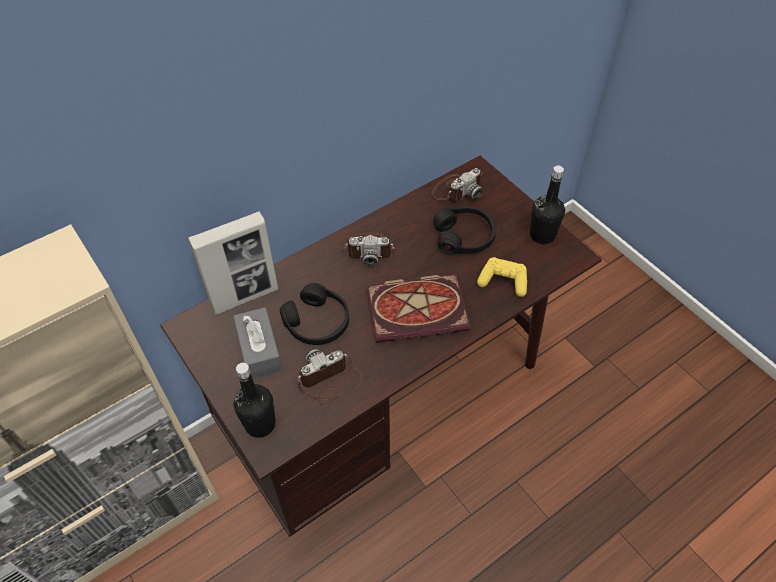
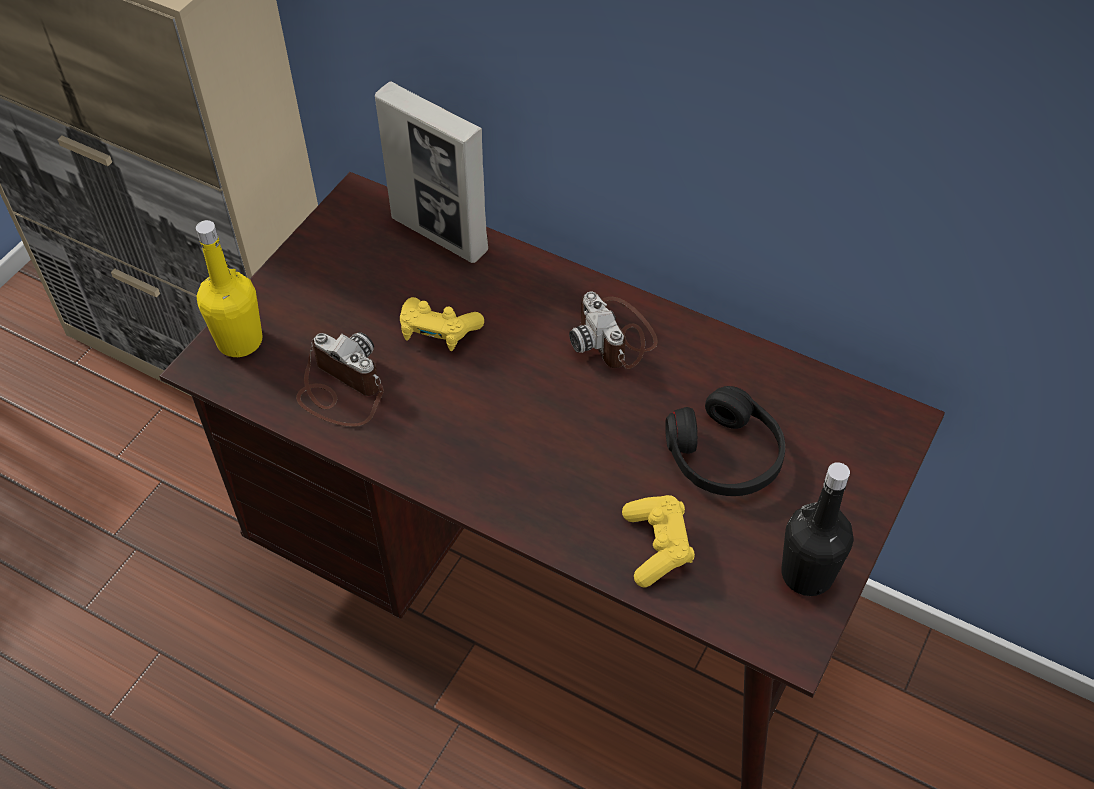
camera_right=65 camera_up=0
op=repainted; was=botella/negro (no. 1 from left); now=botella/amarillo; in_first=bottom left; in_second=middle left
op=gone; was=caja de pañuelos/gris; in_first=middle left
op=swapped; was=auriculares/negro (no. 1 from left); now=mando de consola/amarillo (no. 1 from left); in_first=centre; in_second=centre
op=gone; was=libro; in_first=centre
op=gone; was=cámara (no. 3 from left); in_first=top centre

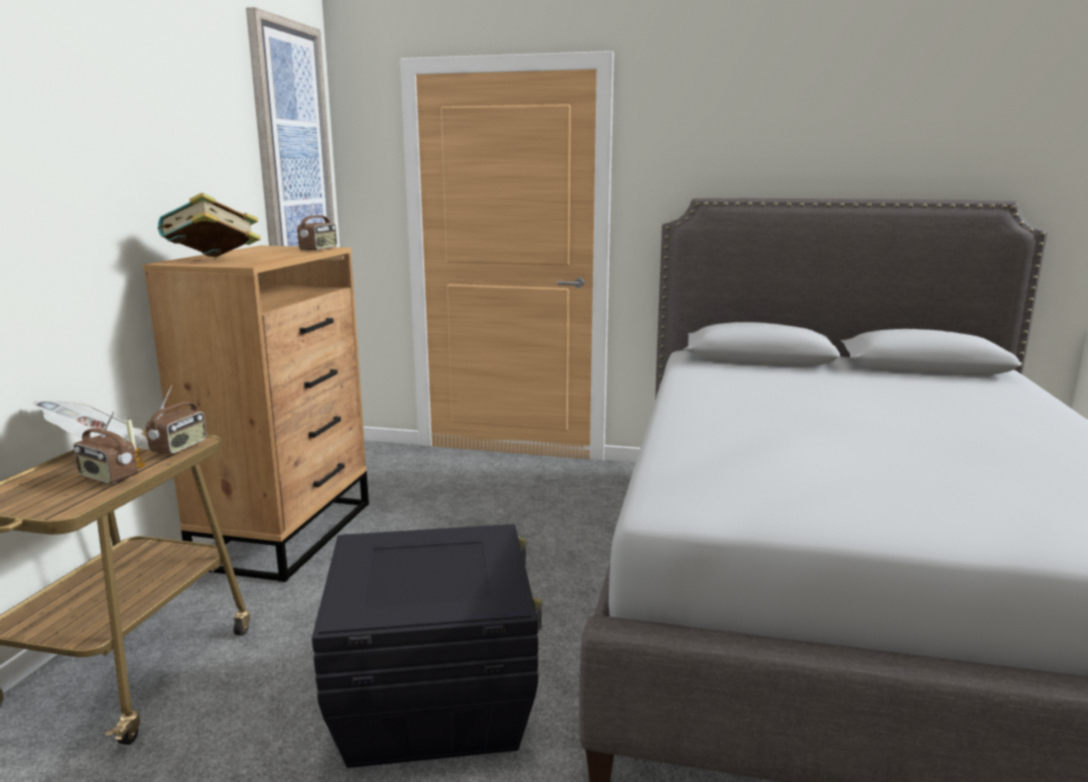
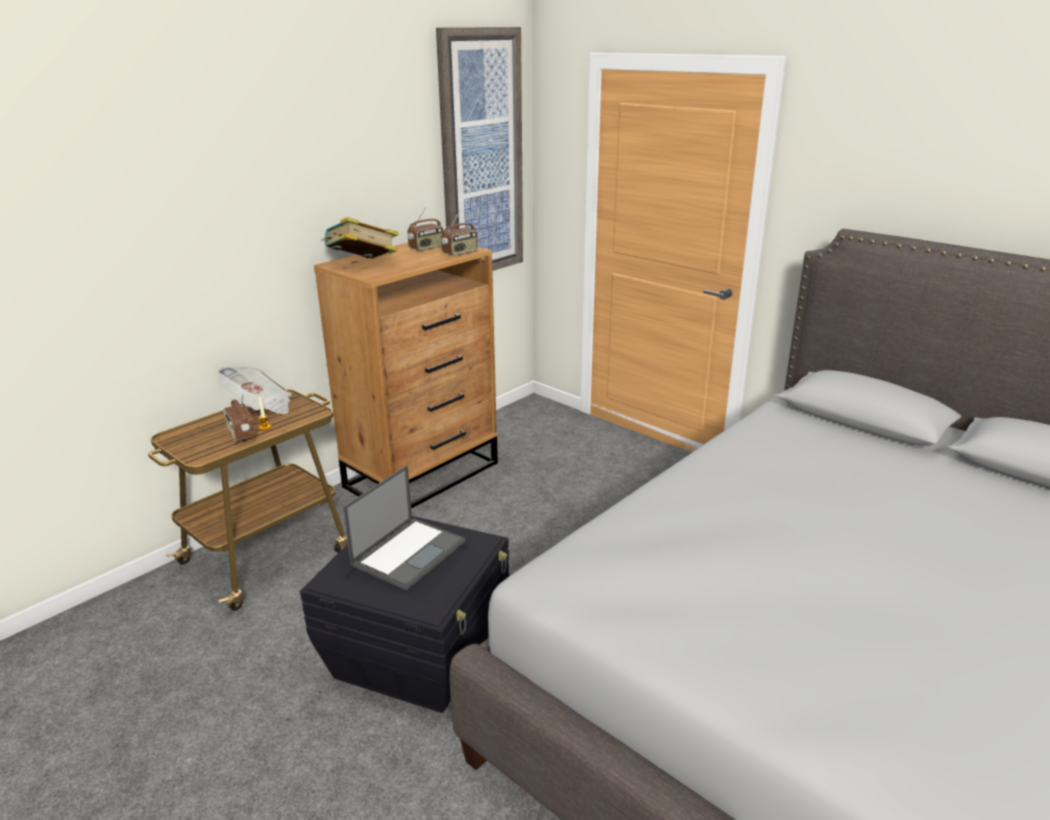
camera_right=30 camera_up=10
op=shifted; was=radio (no. 2 from left); in_first=middle left; in_second=top centre
op=new; now=portátil; in_second=centre

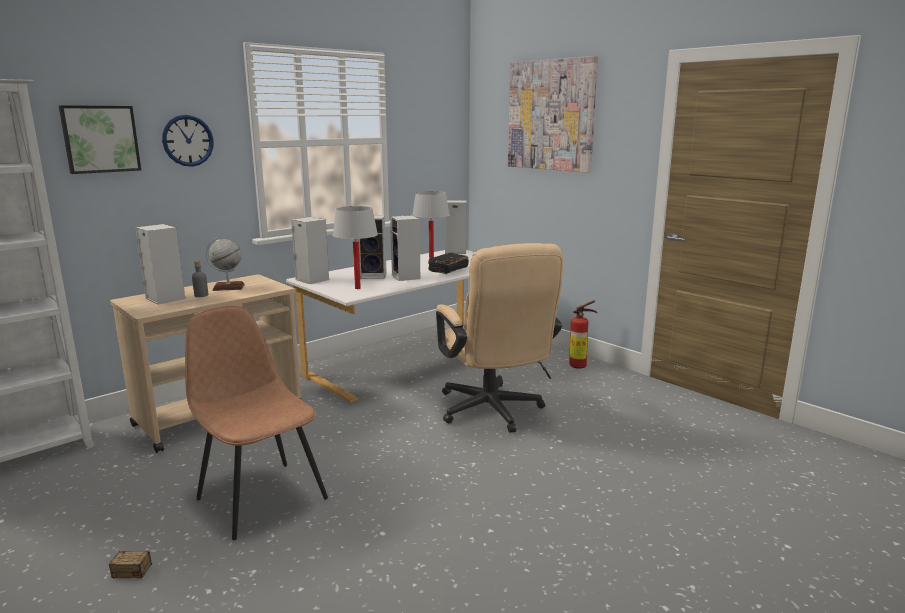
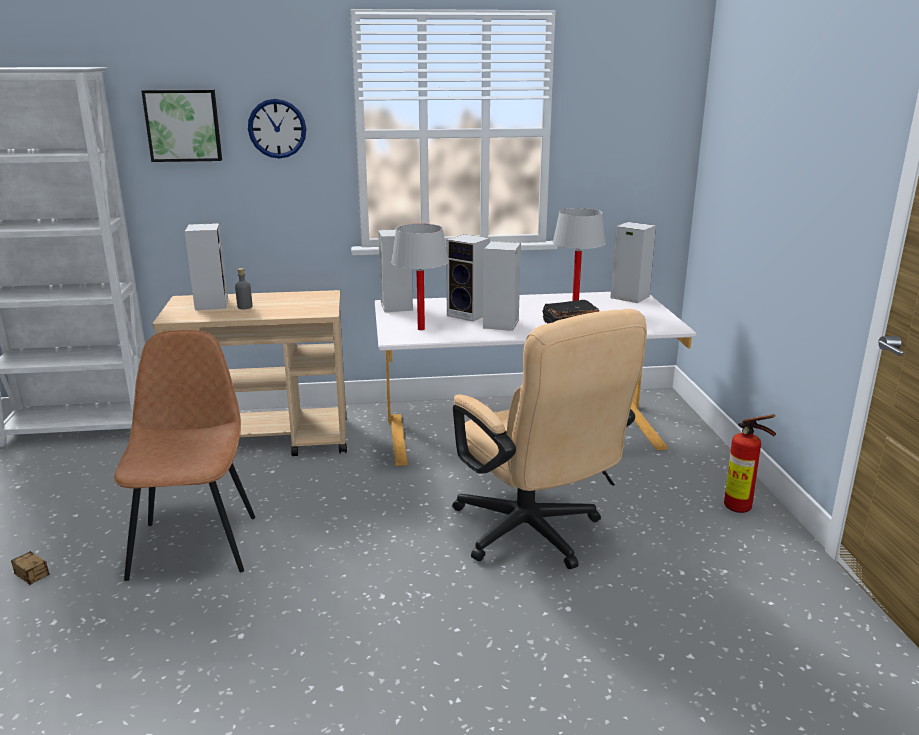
camera_right=35 camera_up=5
op=gone; was=globo terráqueo; in_first=middle left
op=rotated; was=silla de oficina/beis; in_first=centre; in_second=centre; clockwise=-45
op=gone; was=cuadro (no. 2 from left); in_first=top centre

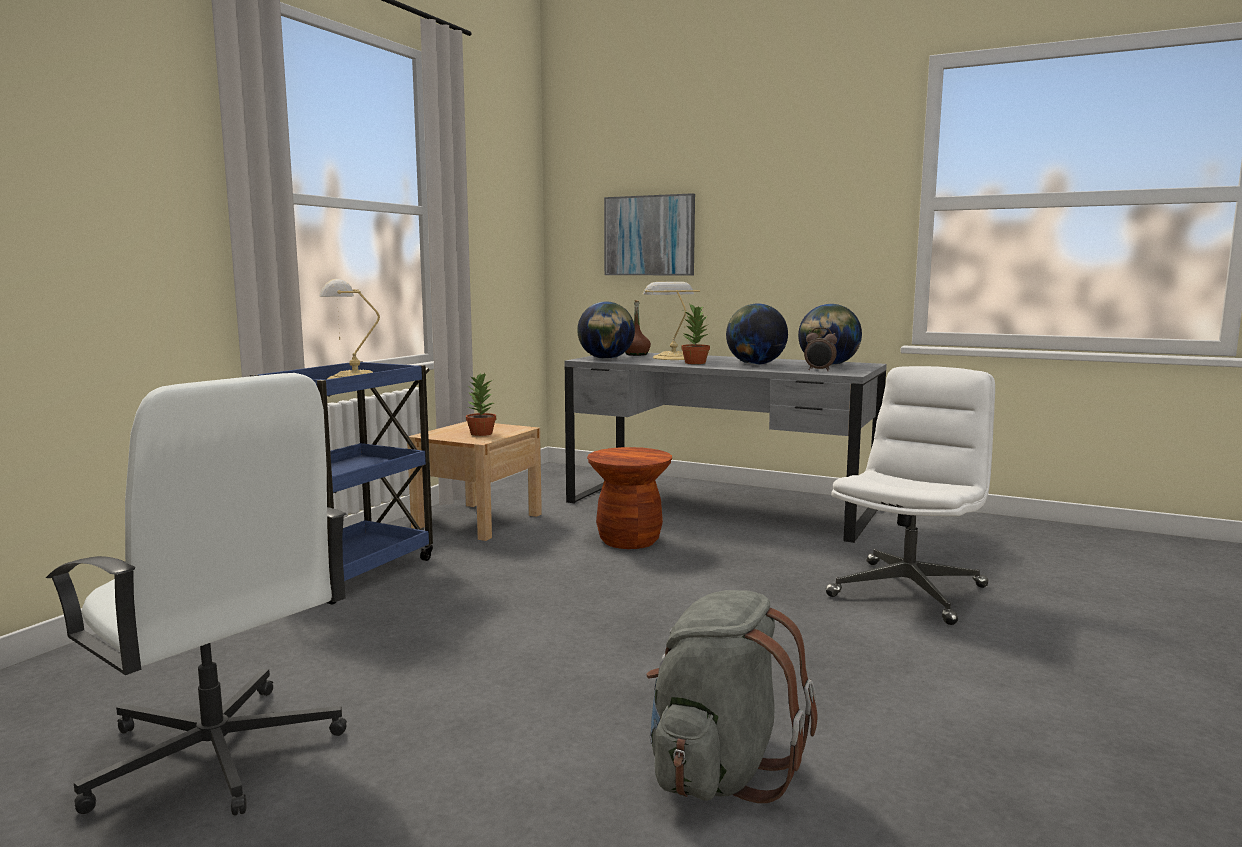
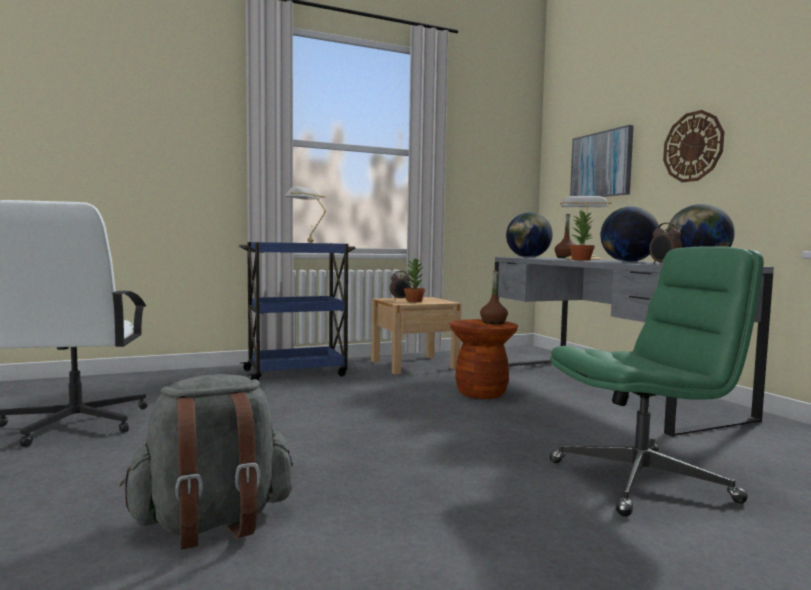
camera_right=40 camera_up=-5
op=repainted; was=silla de oficina/blanco (no. 2 from left); now=silla de oficina/verde; in_first=middle right; in_second=middle right
op=new; now=despertador (no. 1 from left); in_second=centre
op=new; now=botella/marrón (no. 1 from left); in_second=centre
op=new; now=reloj de pared; in_second=top right

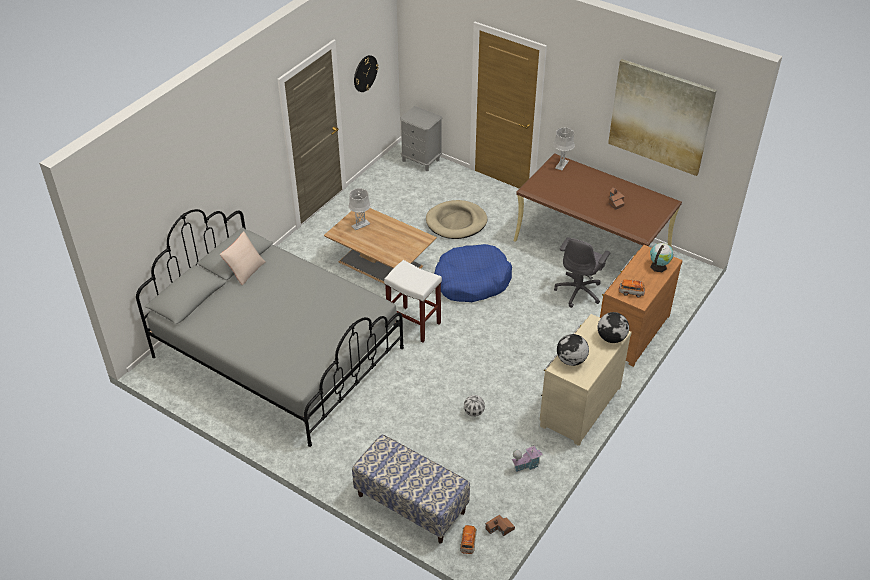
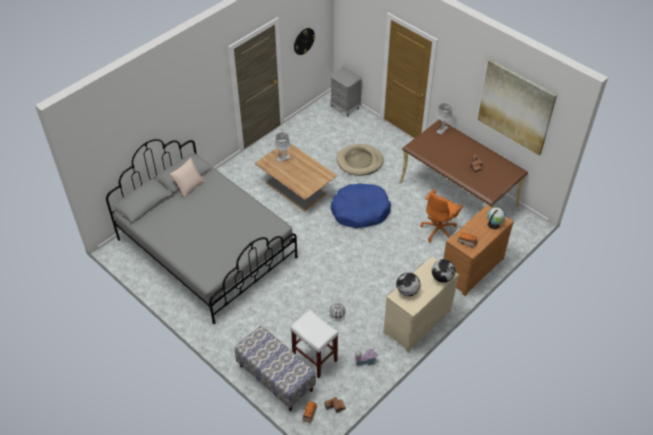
camera_right=10 camera_up=5
op=shifted; was=taburete/blanco; in_first=centre; in_second=bottom centre
op=repainted; was=silla de oficina/gris; now=silla de oficina/naranja; in_first=middle right; in_second=middle right

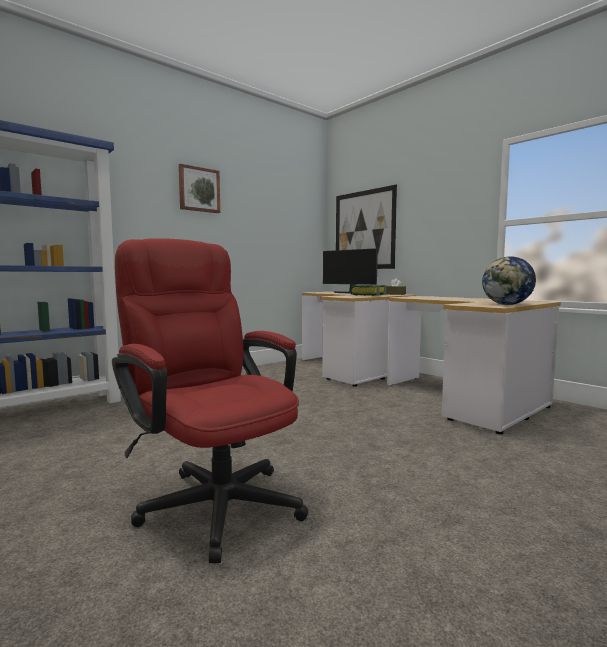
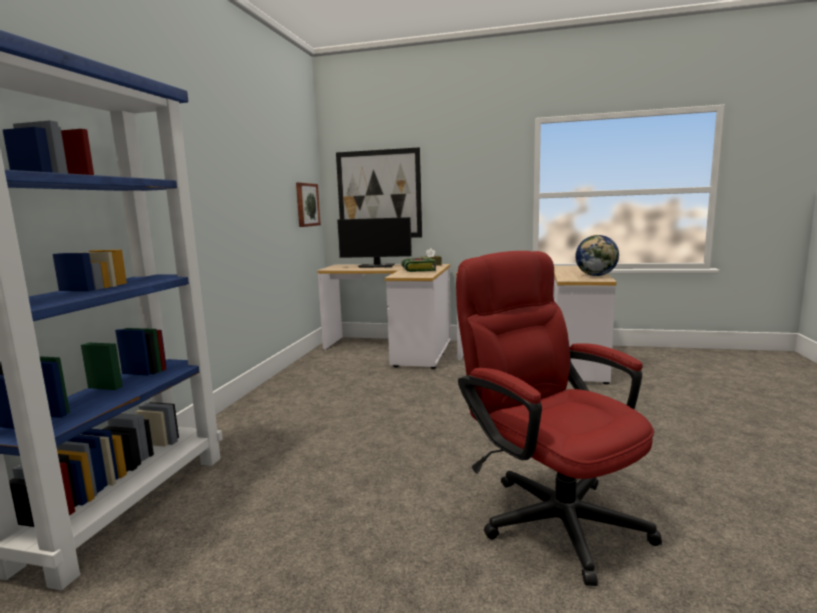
camera_right=-35 camera_up=5
op=rotated; was=silla de oficina/rojo; in_first=centre; in_second=bottom right; clockwise=45
op=shifted; was=cuadro (no. 1 from left); in_first=top left; in_second=centre

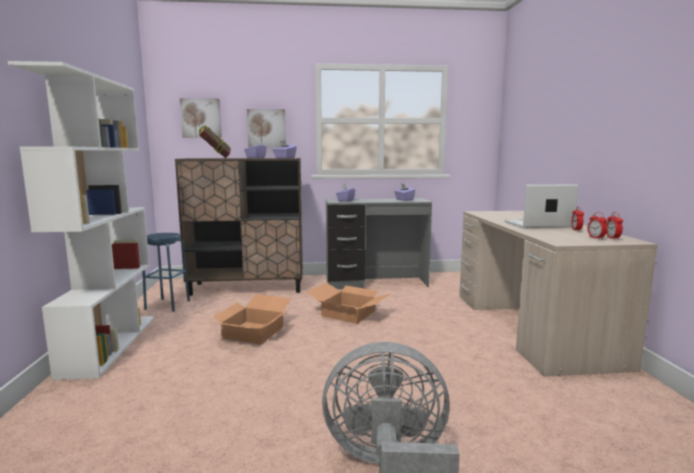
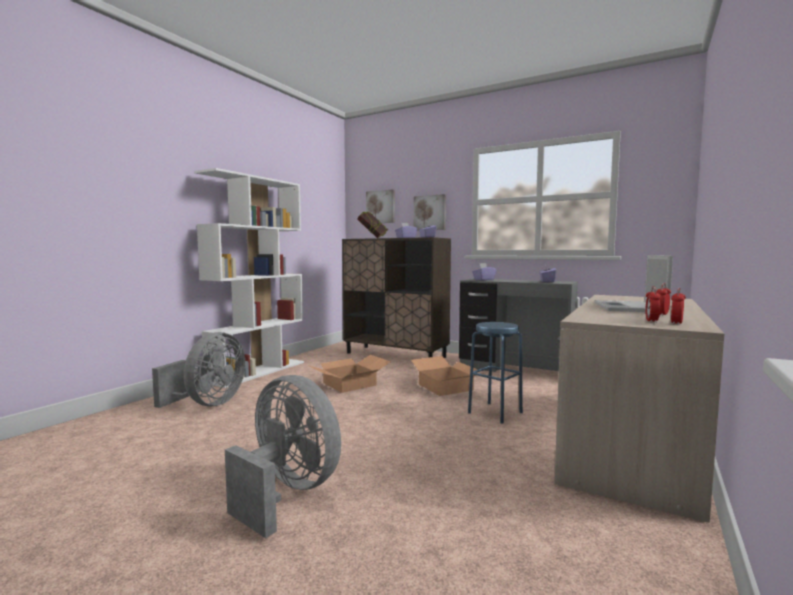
camera_right=35 camera_up=-5
op=shifted; was=taburete/azul; in_first=middle left; in_second=centre
op=rotated; was=portátil; in_first=middle right; in_second=middle right; clockwise=-105
op=new; now=ventilador/gris (no. 1 from left); in_second=middle left

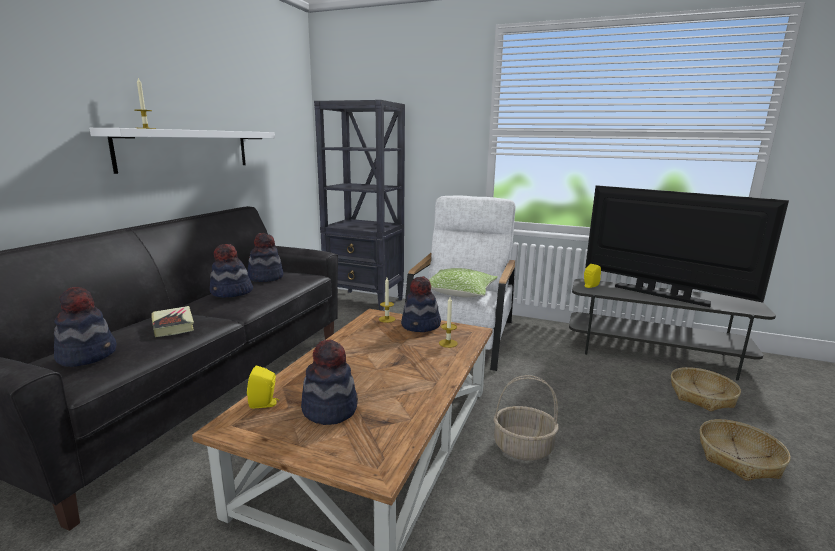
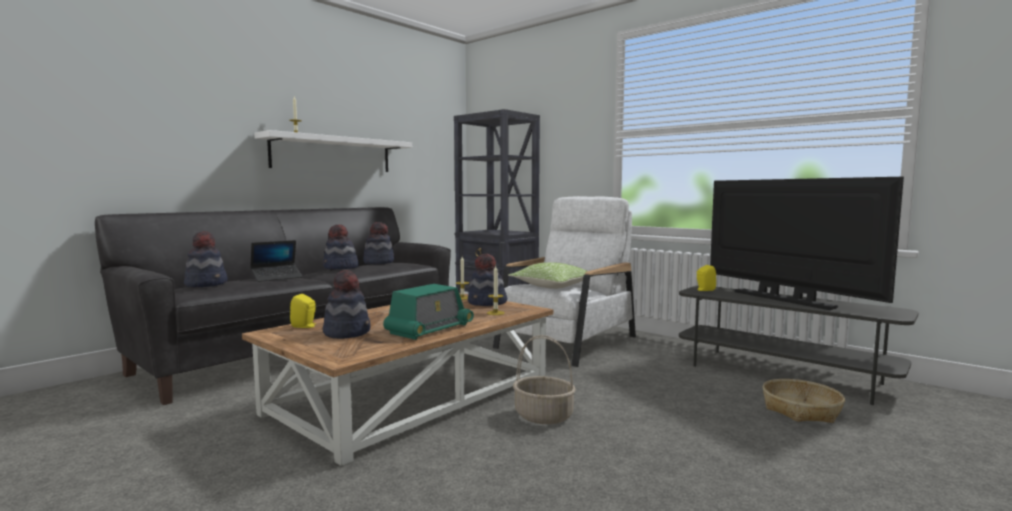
camera_right=20 camera_up=-10
op=swapped; was=libro; now=portátil; in_first=middle left; in_second=middle left
op=gone; was=cesta (no. 3 from left); in_first=bottom right
op=new; now=radio; in_second=centre

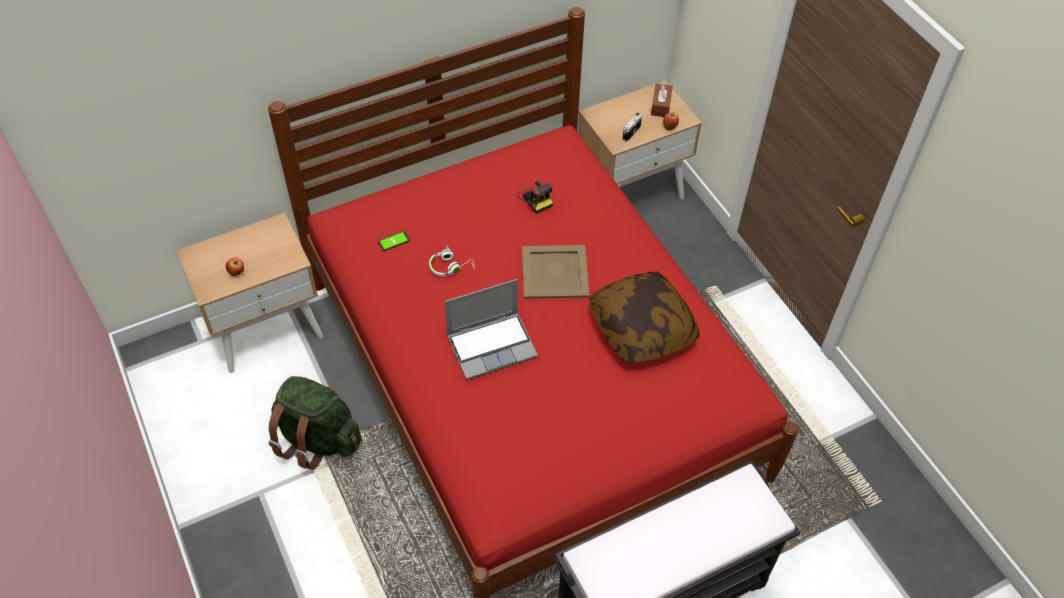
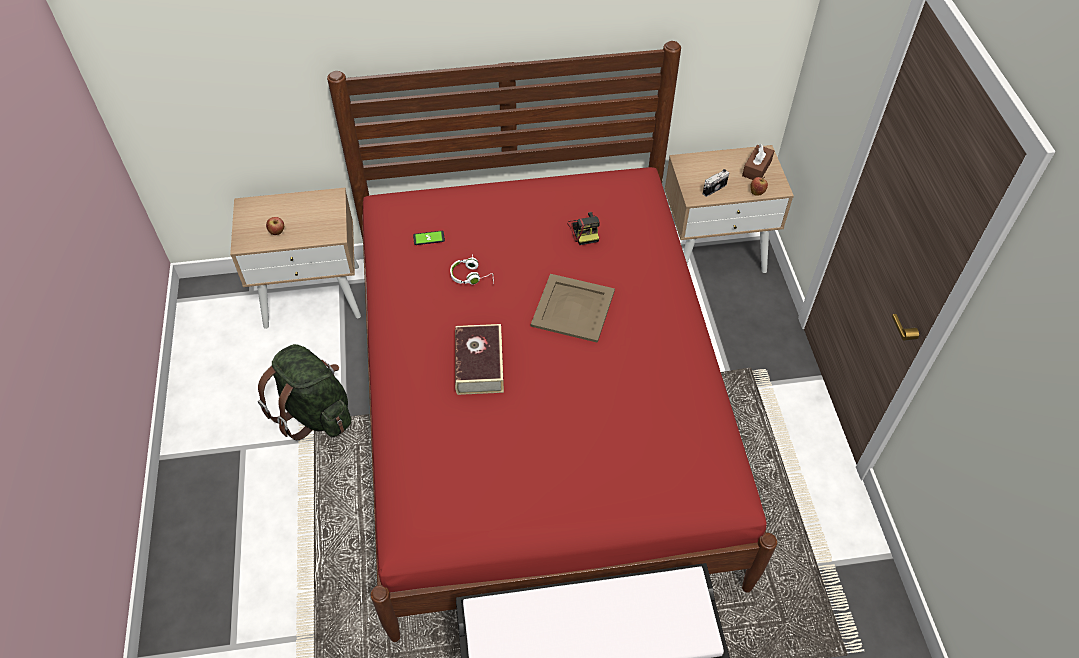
camera_right=20 camera_up=0
op=swapped; was=portátil; now=libro; in_first=centre; in_second=centre
op=gone; was=cojín; in_first=centre

